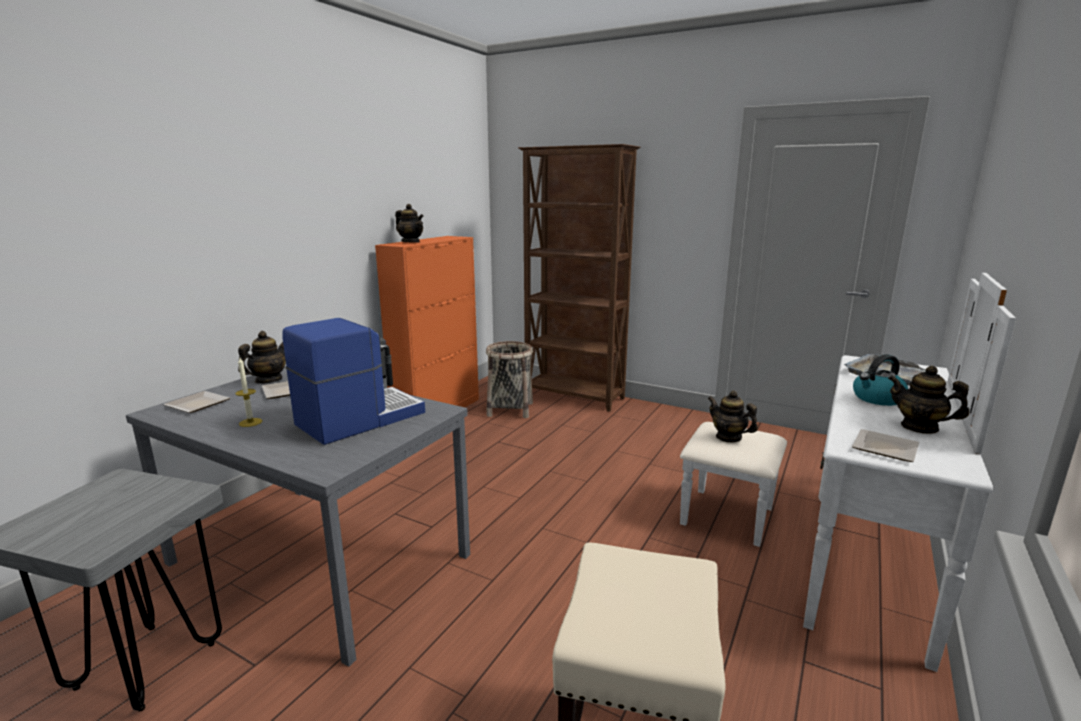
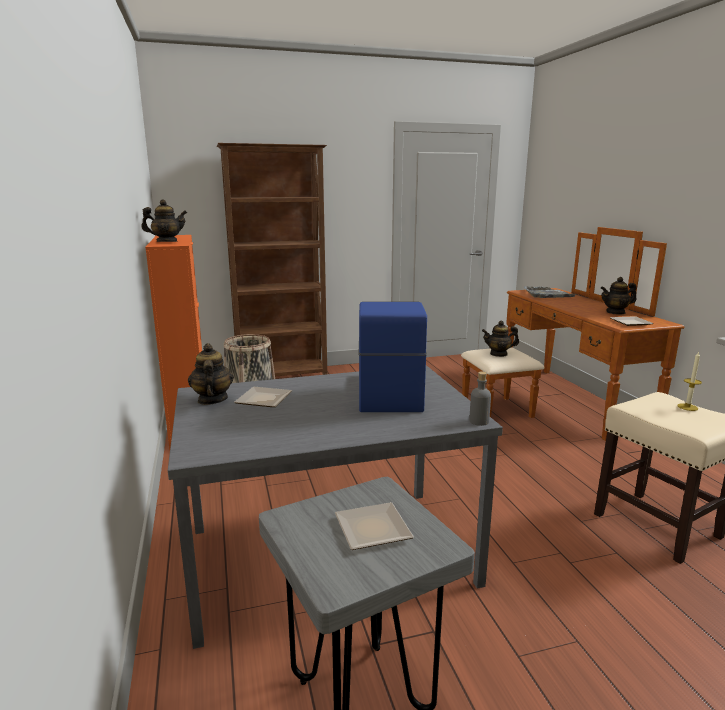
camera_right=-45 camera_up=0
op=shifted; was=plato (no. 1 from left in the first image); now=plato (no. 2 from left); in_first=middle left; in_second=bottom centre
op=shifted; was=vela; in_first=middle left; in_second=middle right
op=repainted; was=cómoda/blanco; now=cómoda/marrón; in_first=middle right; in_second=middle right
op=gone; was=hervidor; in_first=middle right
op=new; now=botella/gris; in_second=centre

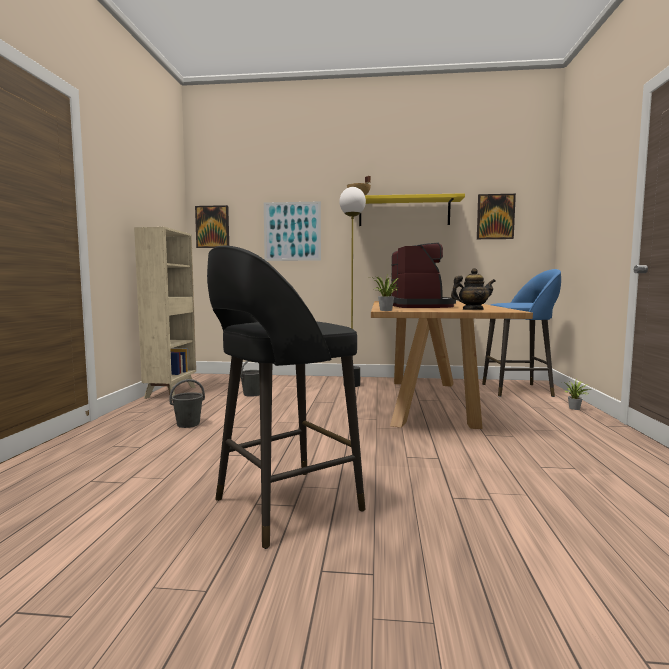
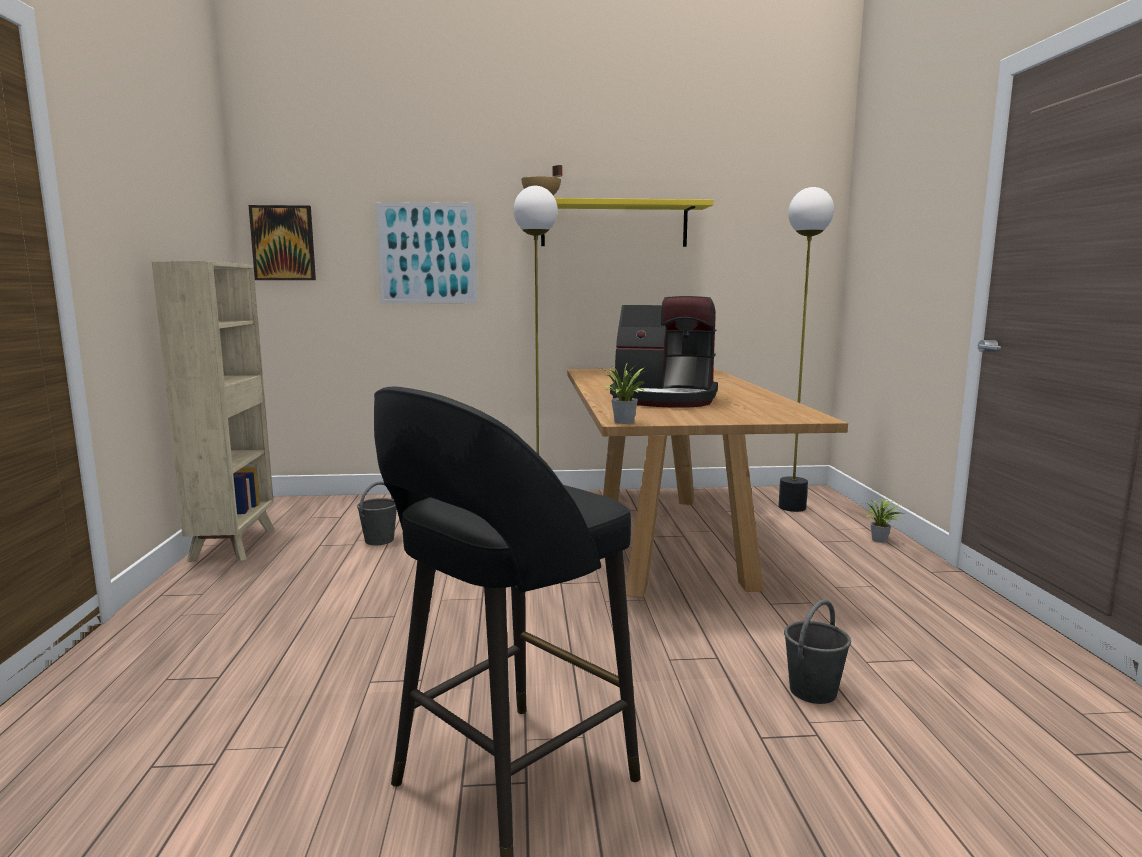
camera_right=-10 camera_up=5
op=shifted; was=cubo/gris (no. 1 from left in the first image); now=cubo/gris (no. 2 from left); in_first=middle left; in_second=bottom right
op=rotated; was=cafetera; in_first=centre; in_second=centre; clockwise=120
op=gone; was=tetera; in_first=middle right
op=gone; was=cuadro (no. 3 from left); in_first=top right
op=swapped; was=taburete/azul; now=lámpara de pie (no. 2 from left); in_first=middle right; in_second=middle right

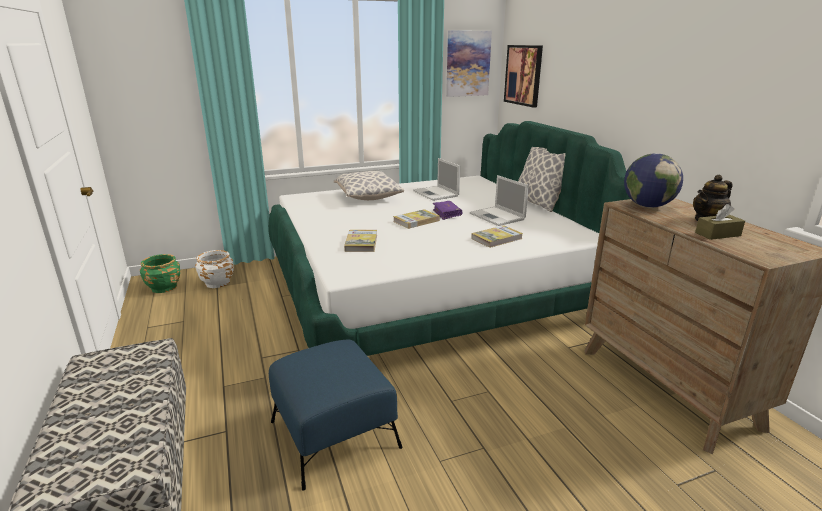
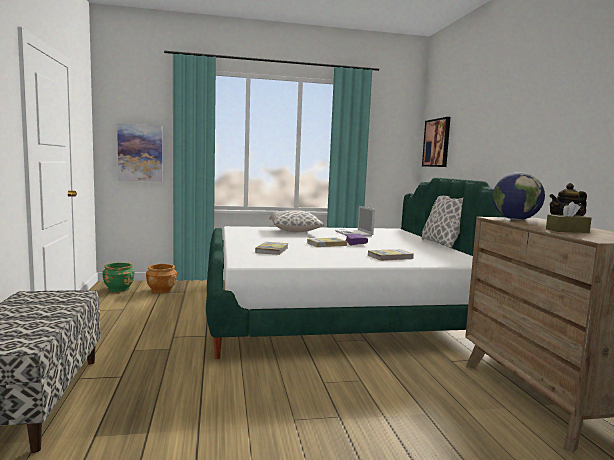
camera_right=10 camera_up=-15
op=repainted; was=maceta/blanco; now=maceta/marrón; in_first=middle left; in_second=middle left
op=gone; was=puf/azul; in_first=bottom centre
op=shifted; was=cuadro (no. 1 from left); in_first=top centre; in_second=top left
op=gone; was=portátil (no. 2 from left); in_first=centre

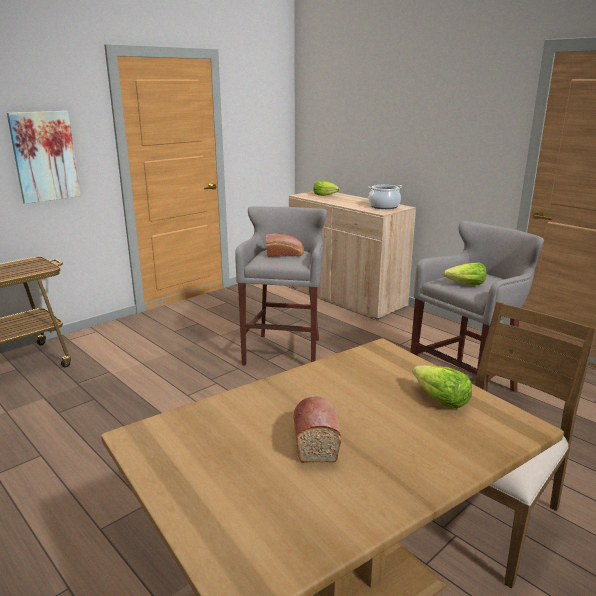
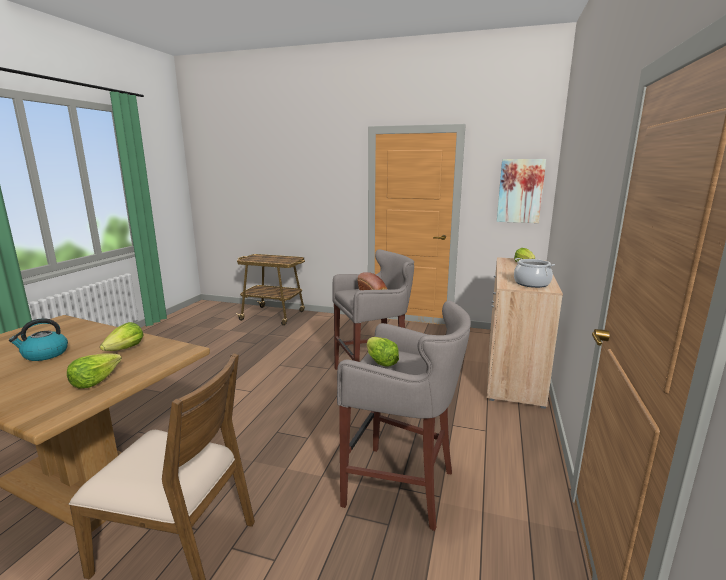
camera_right=60 camera_up=-5
op=shifted; was=cuadro; in_first=top left; in_second=top right
op=swapped; was=pan (no. 2 from left); now=hervidor; in_first=bottom centre; in_second=middle left
op=new; now=lechuga (no. 2 from left); in_second=middle left

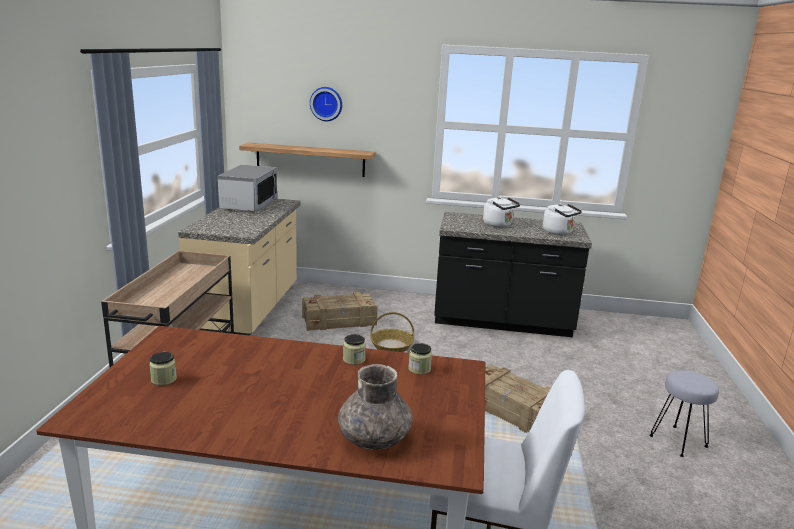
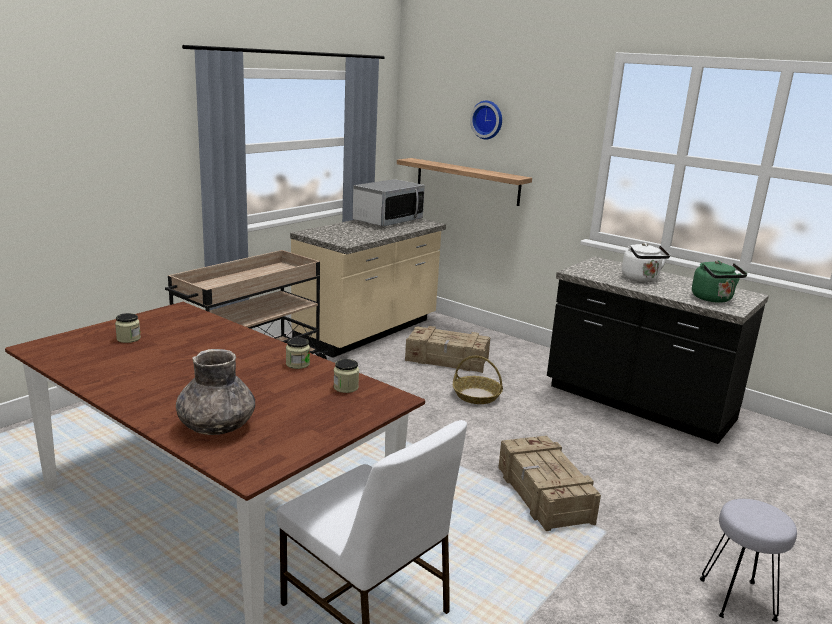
camera_right=30 camera_up=0
op=repainted; was=hervidor/blanco (no. 2 from left); now=hervidor/verde; in_first=middle right; in_second=middle right

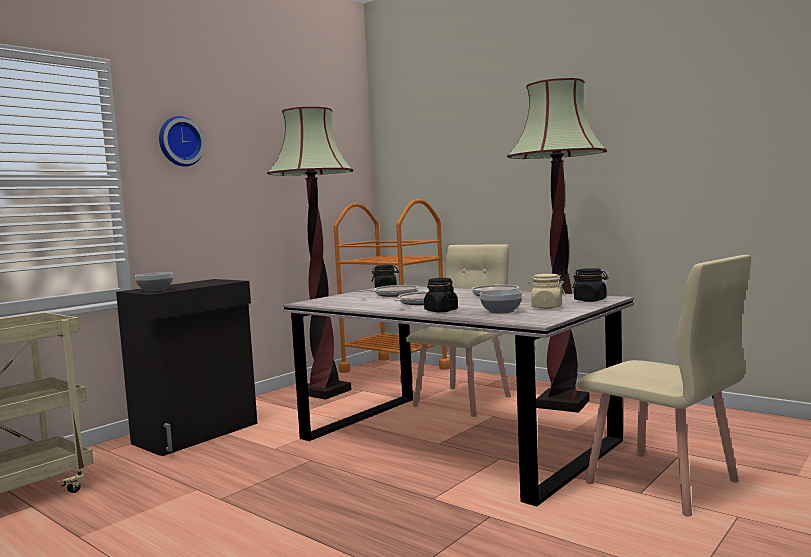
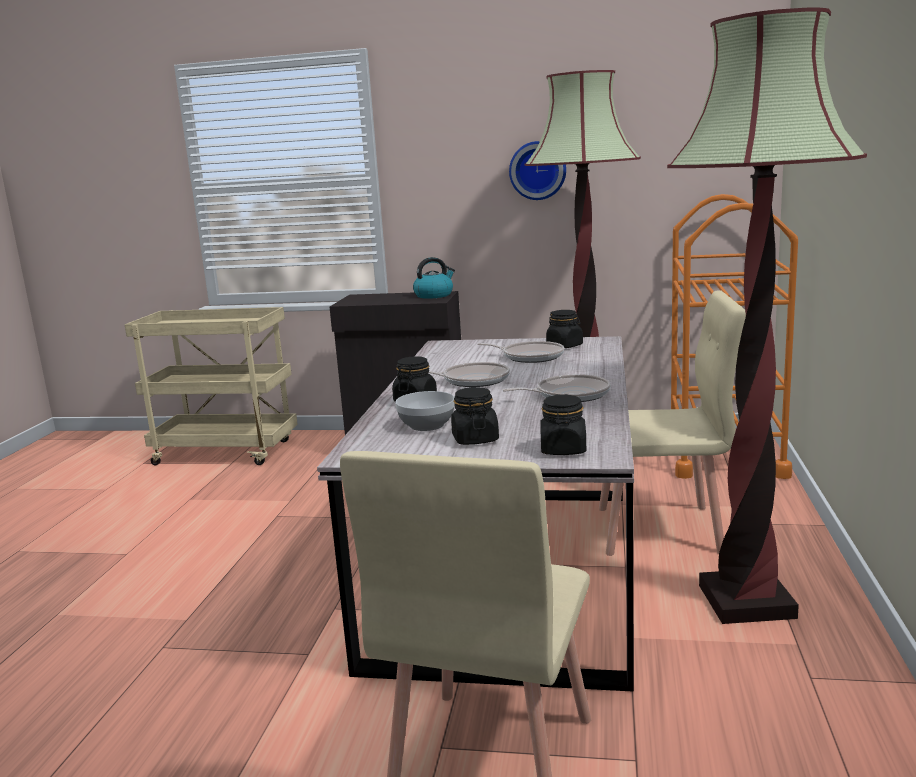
camera_right=60 camera_up=10
op=gone; was=cuenco (no. 1 from left); in_first=middle left
op=shifted; was=reloj de pared; in_first=top left; in_second=top centre
op=repainted; was=tarro/beis; now=tarro/negro (no. 2 from left); in_first=middle right; in_second=centre
op=new; now=hervidor; in_second=centre

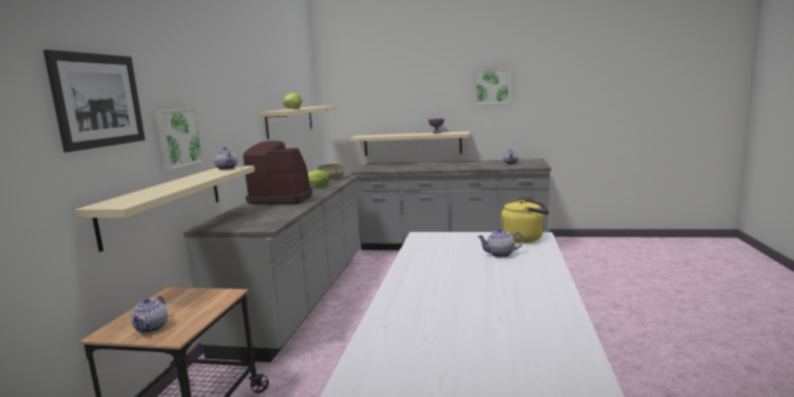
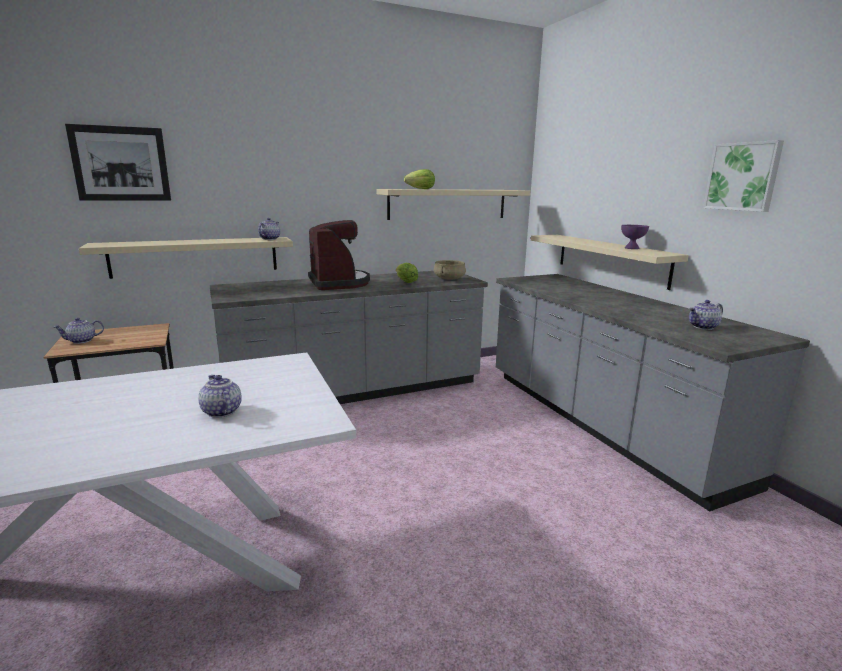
camera_right=55 camera_up=5
op=gone; was=cuadro (no. 2 from left); in_first=middle left
op=gone; was=hervidor/amarillo; in_first=centre

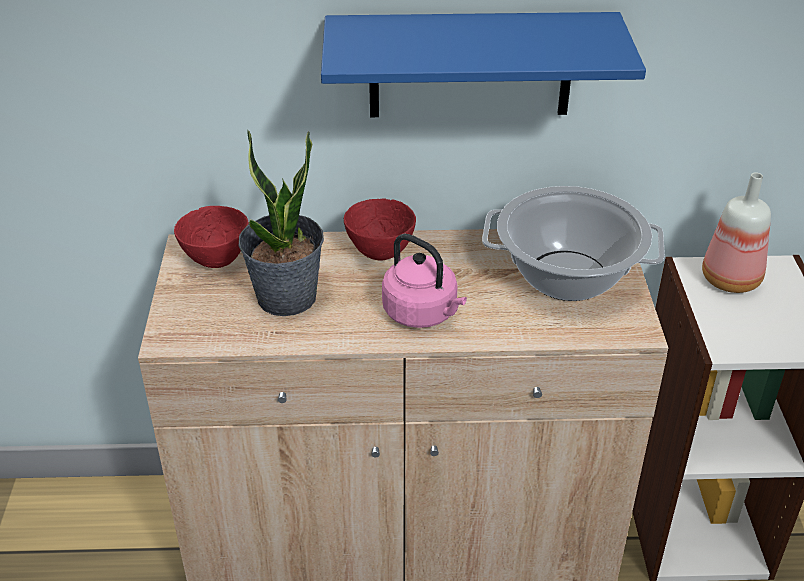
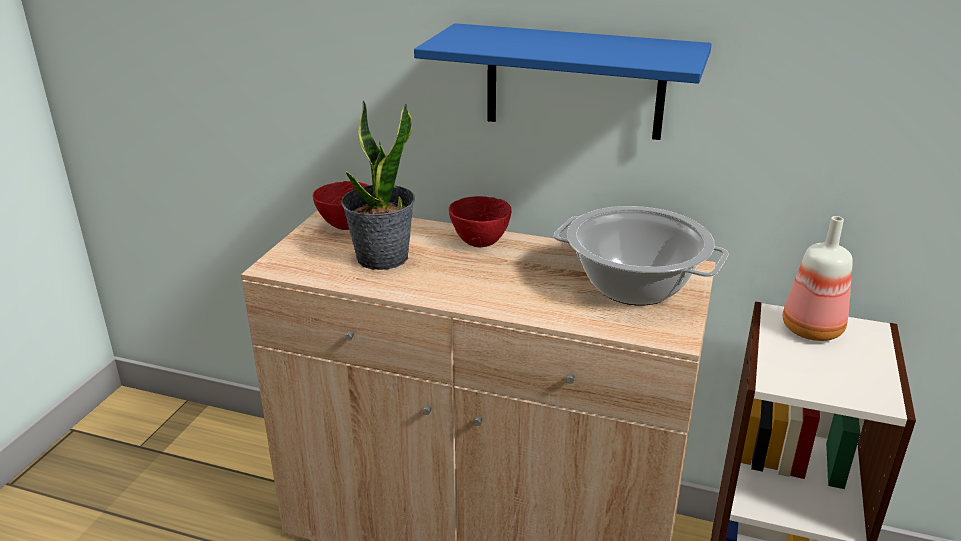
camera_right=20 camera_up=-10
op=gone; was=hervidor/rosa; in_first=centre

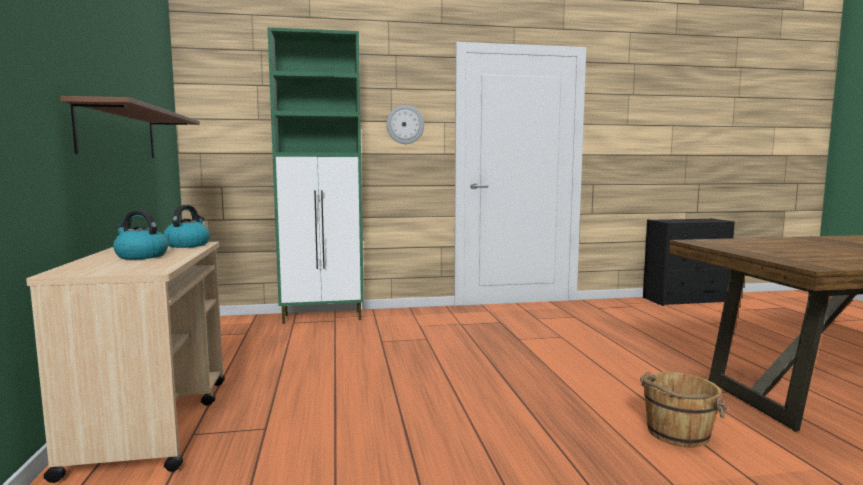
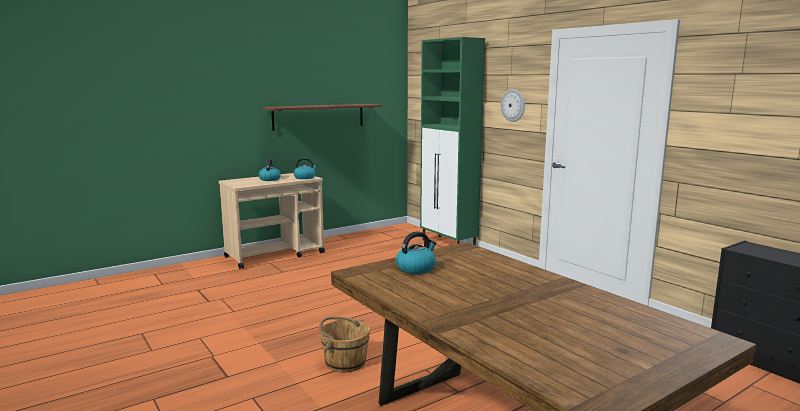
camera_right=65 camera_up=5
op=new; now=hervidor (no. 3 from left); in_second=centre

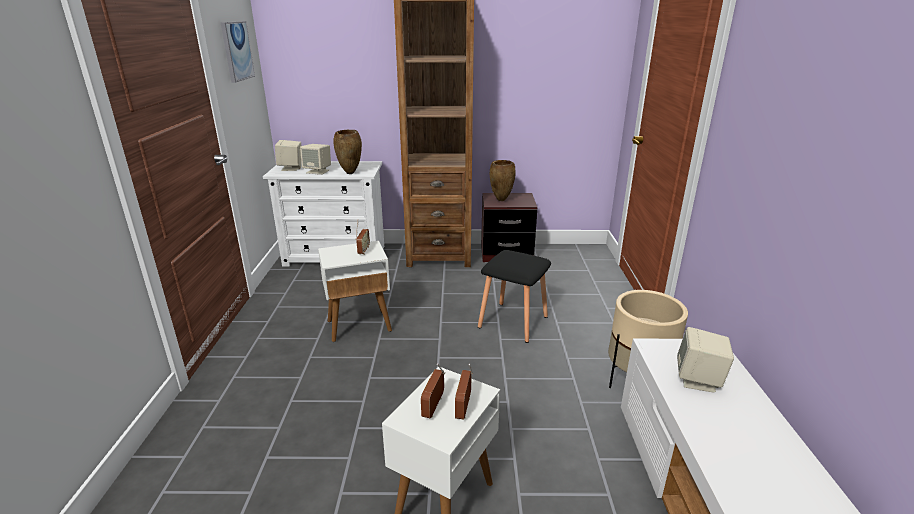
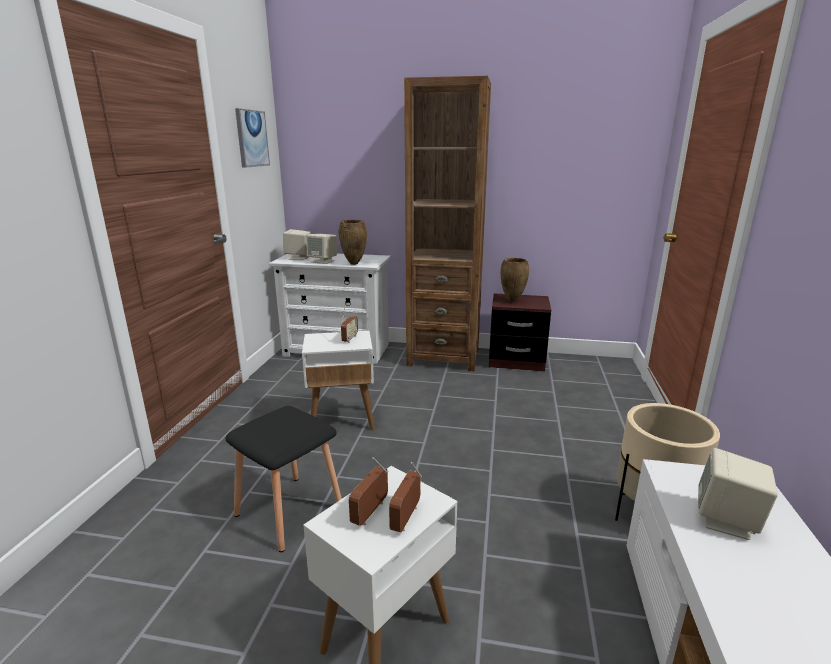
camera_right=10 camera_up=-5
op=shifted; was=taburete/negro; in_first=centre; in_second=bottom centre

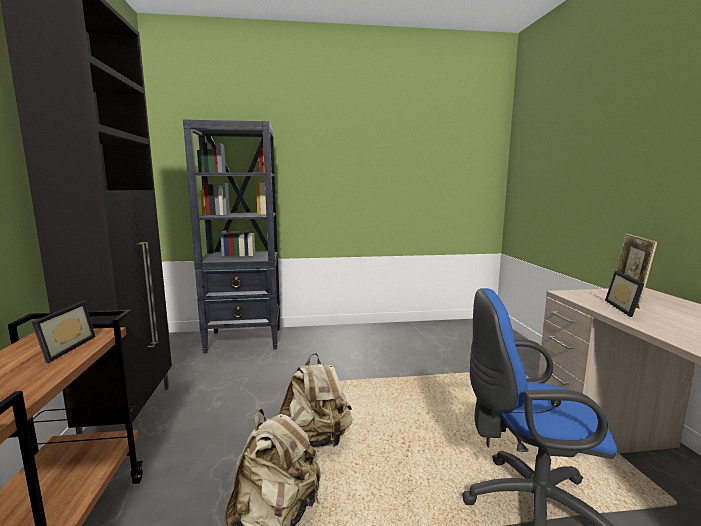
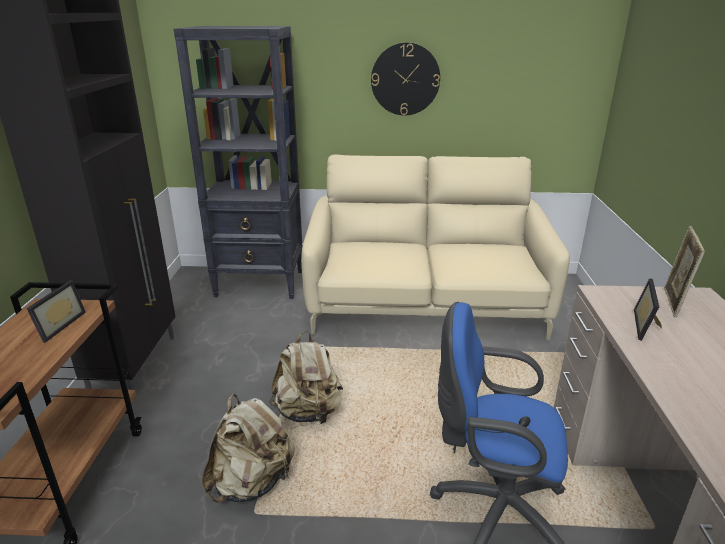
camera_right=10 camera_up=15
op=new; now=sofá/beis; in_second=centre
op=new; now=reloj de pared; in_second=top centre

